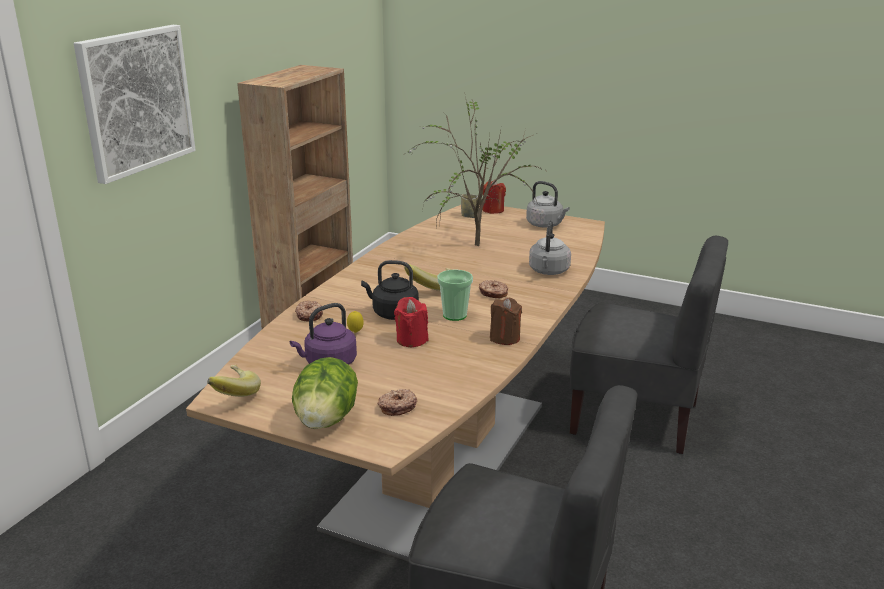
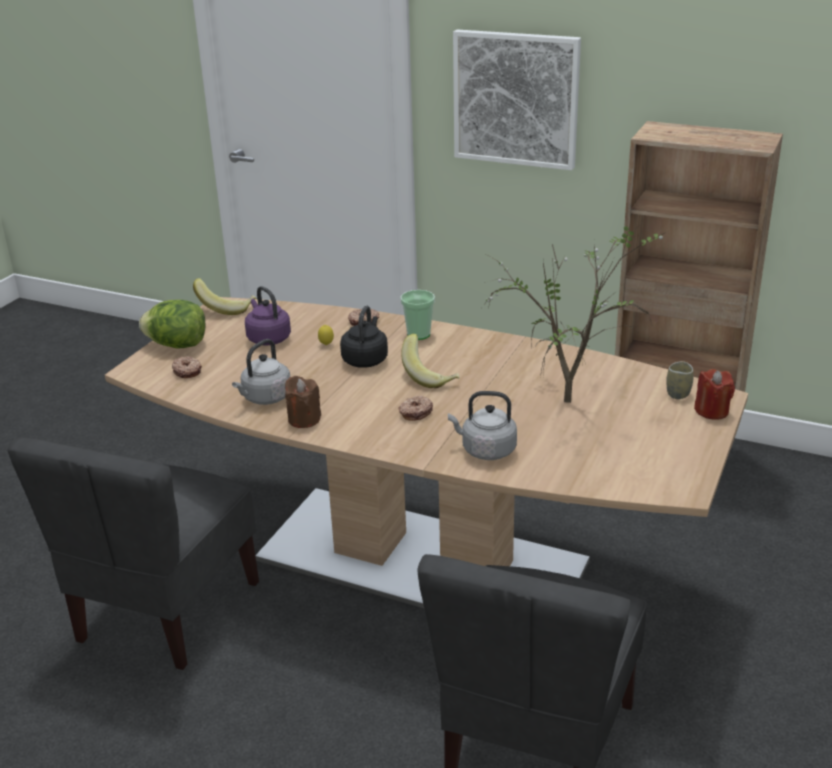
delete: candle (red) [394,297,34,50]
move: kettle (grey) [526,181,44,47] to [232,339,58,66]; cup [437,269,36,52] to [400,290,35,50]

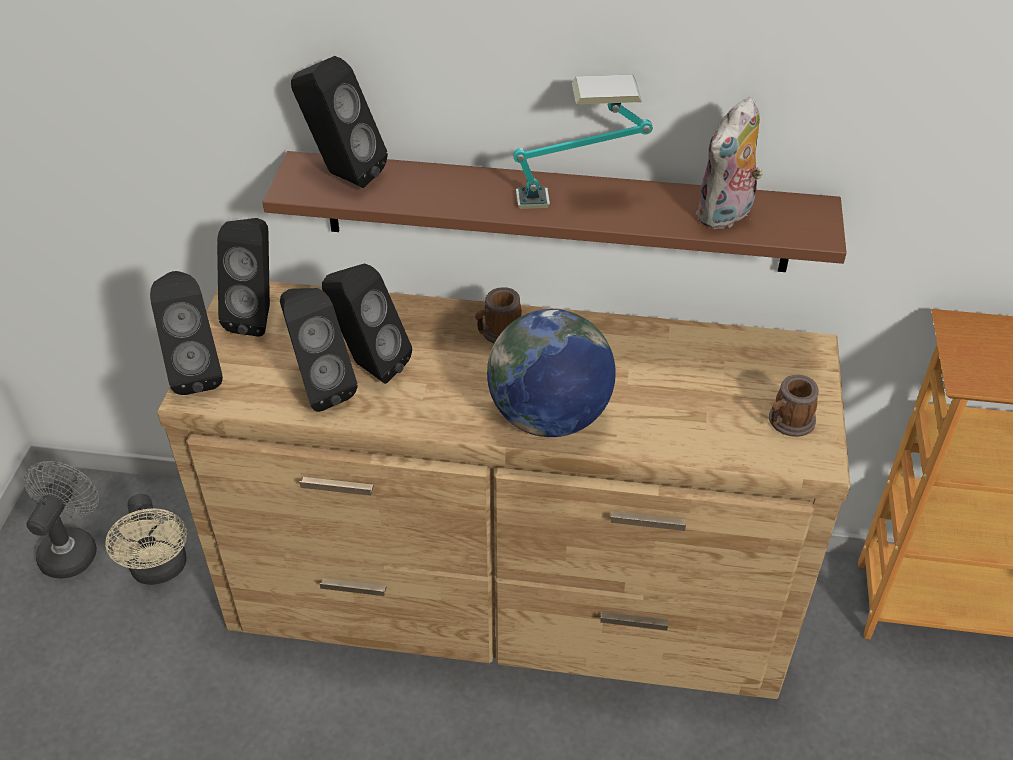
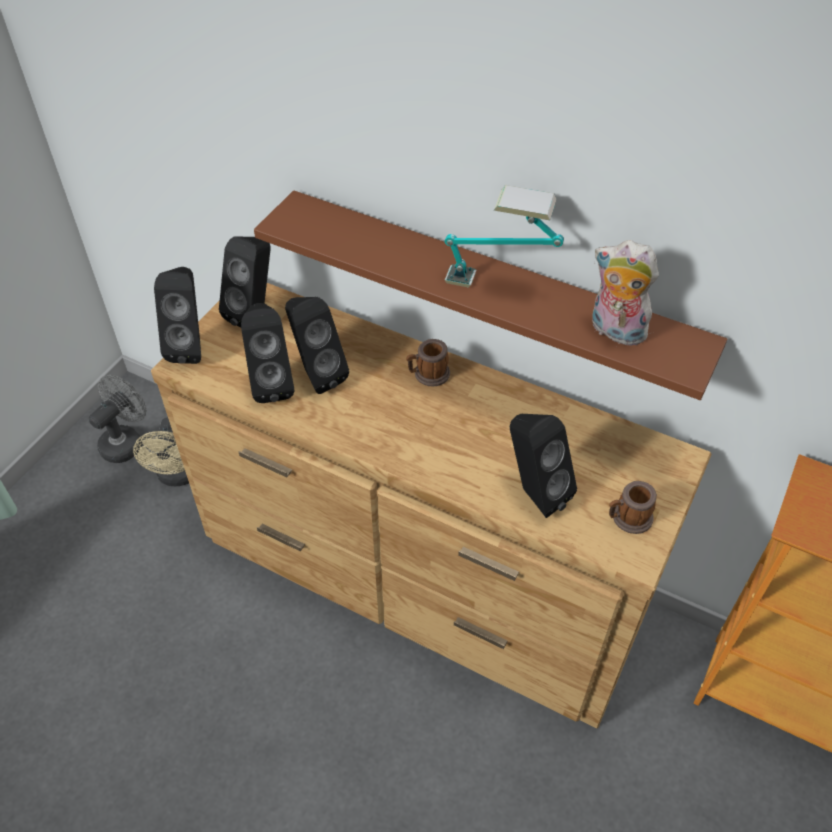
delete: globe [487,309,129,128]
move: speaker (black) [291,56,97,132] to [510,414,67,104]
rotate: plush toy [696,97,67,132] = [592,240,67,107] 60 degrees clockwise

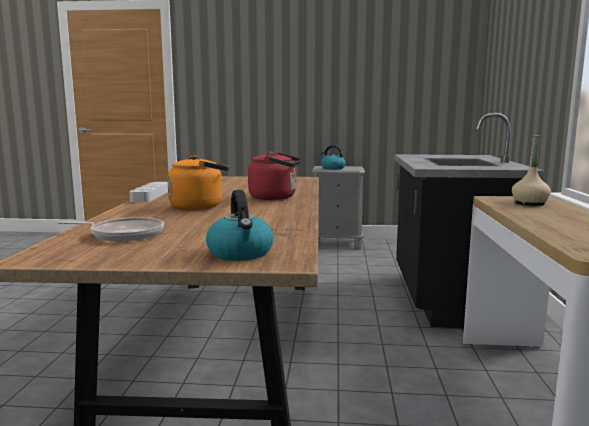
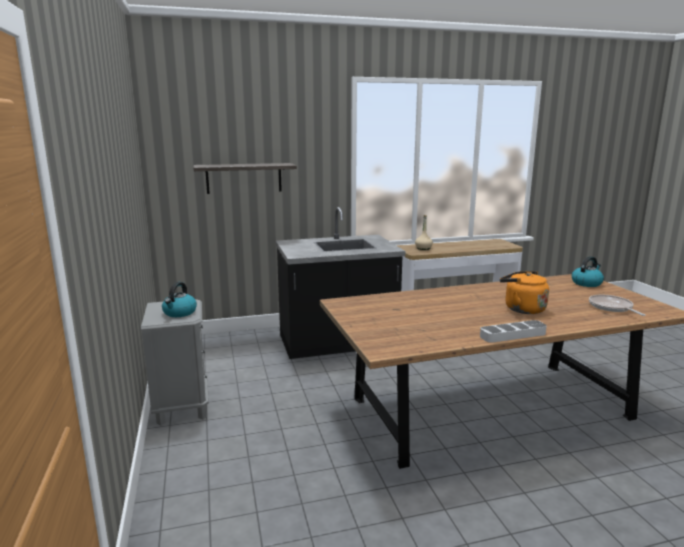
delete: kettle (red) [248,151,54,49]
insert: shelf [194,163,103,31]

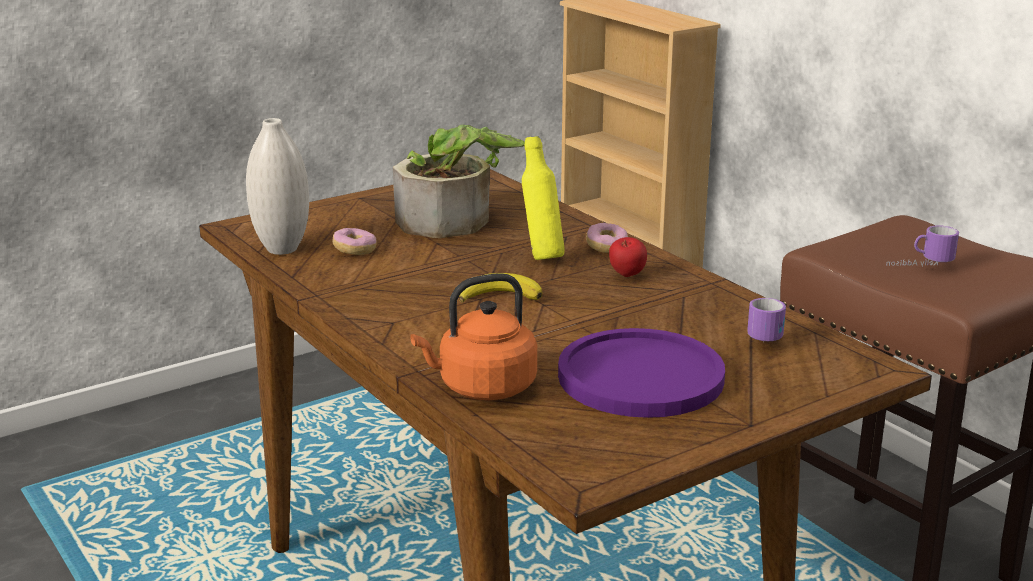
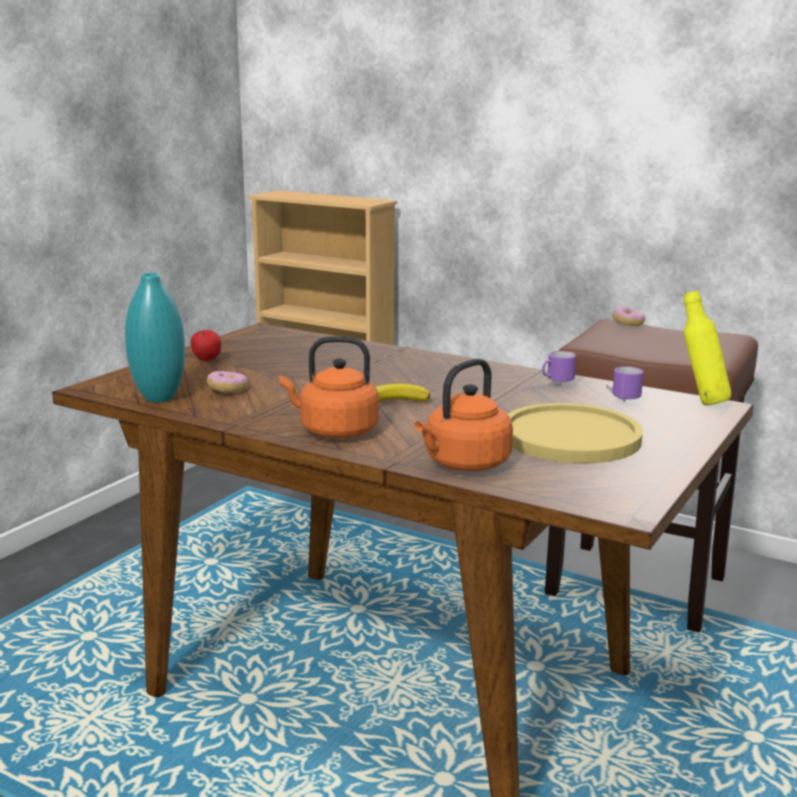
delete: potted plant [393,125,132,113]
insert: kettle (orange) [279,336,100,102]
move: bottle (yellow) [522,136,43,124] to [684,290,47,115]; donut [586,223,42,30] to [613,307,32,19]; mug [886,225,73,42] to [522,351,54,41]; apple [609,237,38,40] to [190,330,32,32]
recolor: vase (white) [246,118,63,137] to vase (turquoise) [125,273,60,130]; plate (purple) [558,328,167,90] to plate (yellow) [508,403,135,60]

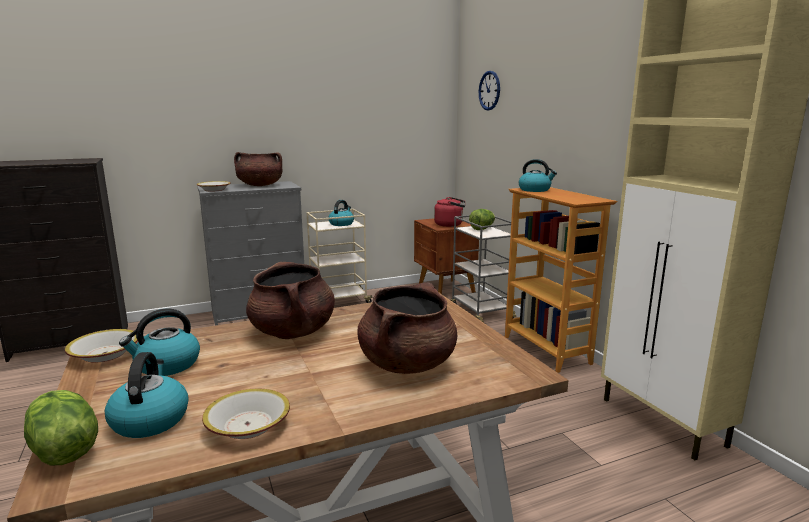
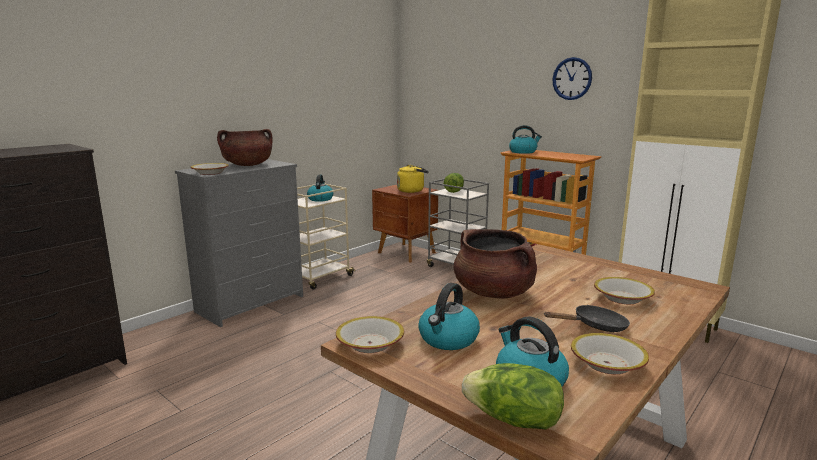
insert: frying pan (black) [544,305,86,27]
move: wall clock [479,71,21,40] to [552,57,40,43]
replace: cooking pot (brown) [357,282,100,92] to bowl [594,277,61,27]
recolor: kettle (red) [434,197,31,30] to kettle (yellow) [397,165,32,28]

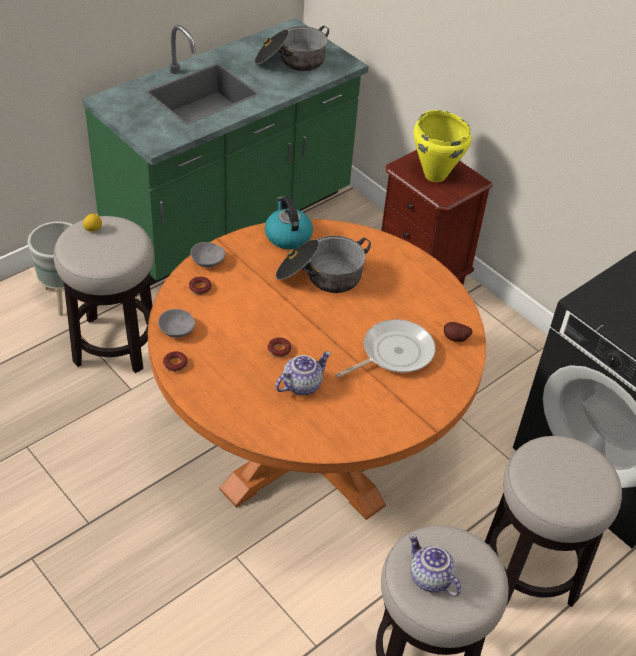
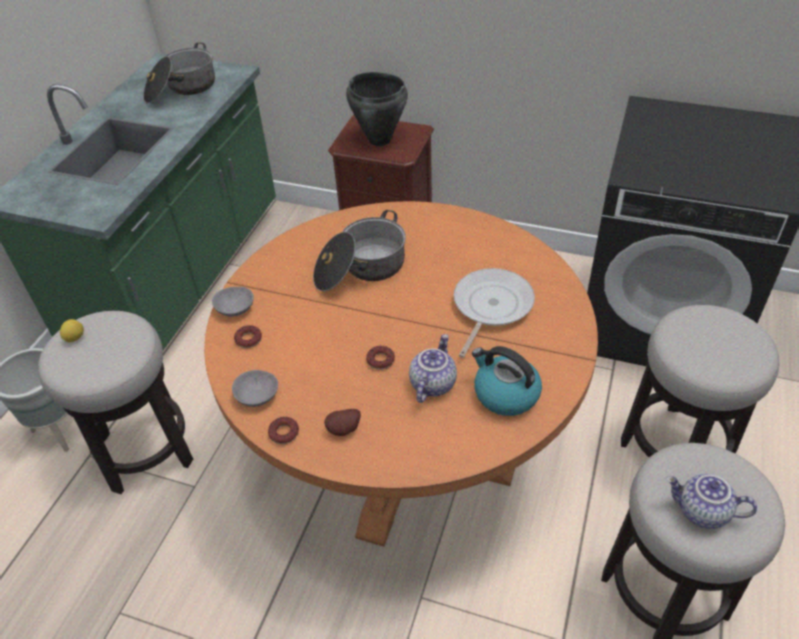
move: kettle [265,196,48,53] to [472,346,70,70]; potato [444,322,29,20] to [324,409,37,27]
recolor: cooking pot (yellow) [414,110,58,72] to cooking pot (black) [346,72,62,74]

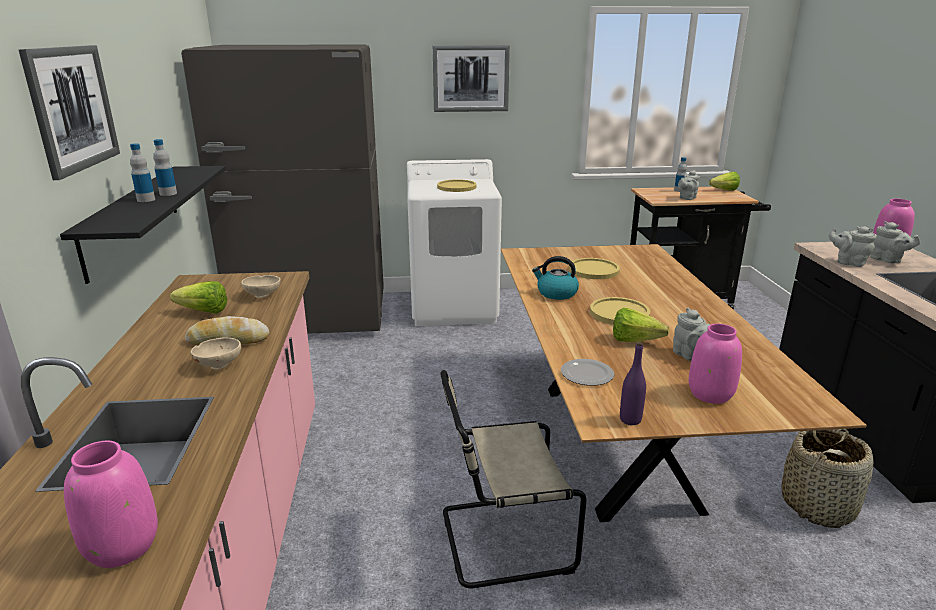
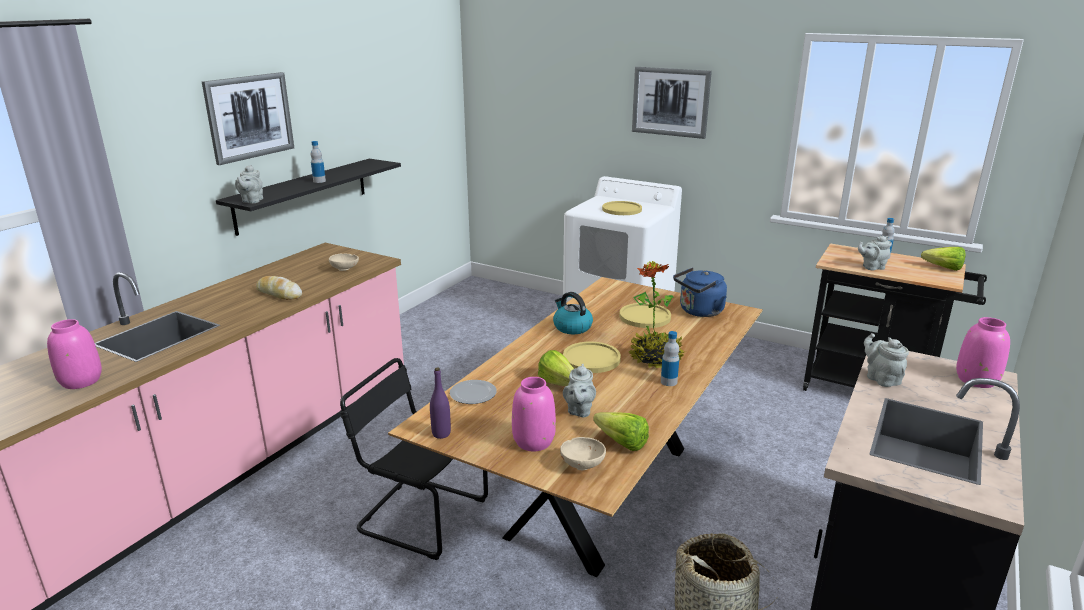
delete: fridge (grey) [181,45,203,289]
insert: potted plant [629,261,58,107]; kettle (blue) [673,267,54,50]
move: bottle [130,143,25,59] to [661,331,18,55]; teapot (grey) [871,221,50,42] to [235,165,28,38]; lettuce [170,281,57,33] to [593,412,56,39]; bowl (beige) [191,337,50,33] to [560,437,46,33]
recolor: chair (beige) [440,370,147,218] to chair (black) [340,358,148,202]

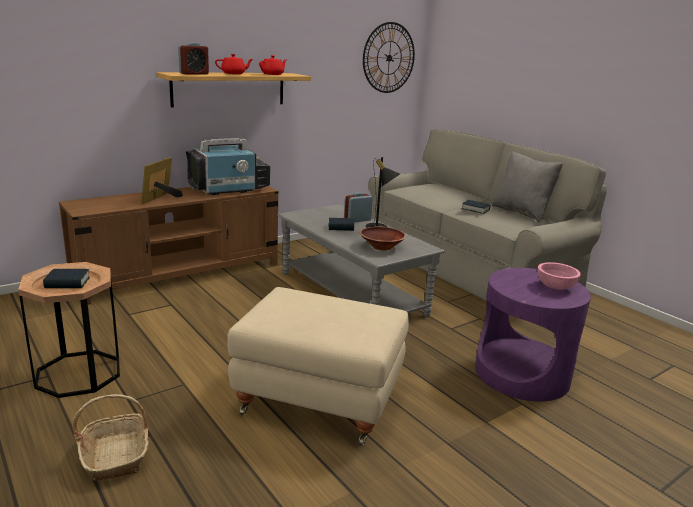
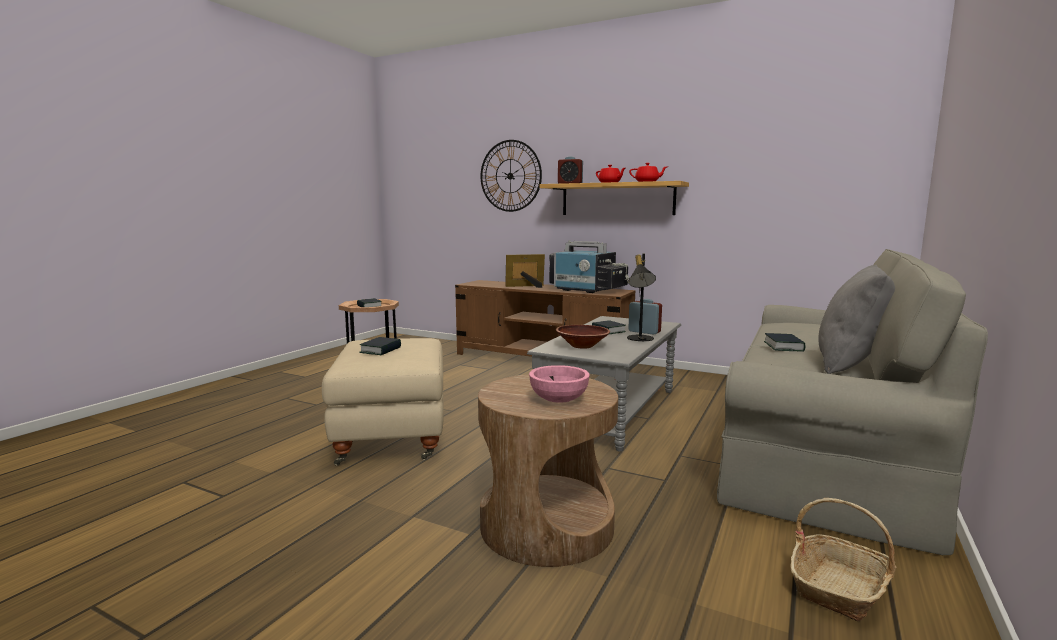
insert: book [359,337,42,18]
move: wall clock [363,22,52,71] to [480,140,62,72]; basket [72,394,77,87] to [791,498,105,123]
recolor: side table (purple) [475,268,116,134] to side table (brown) [478,374,140,193]

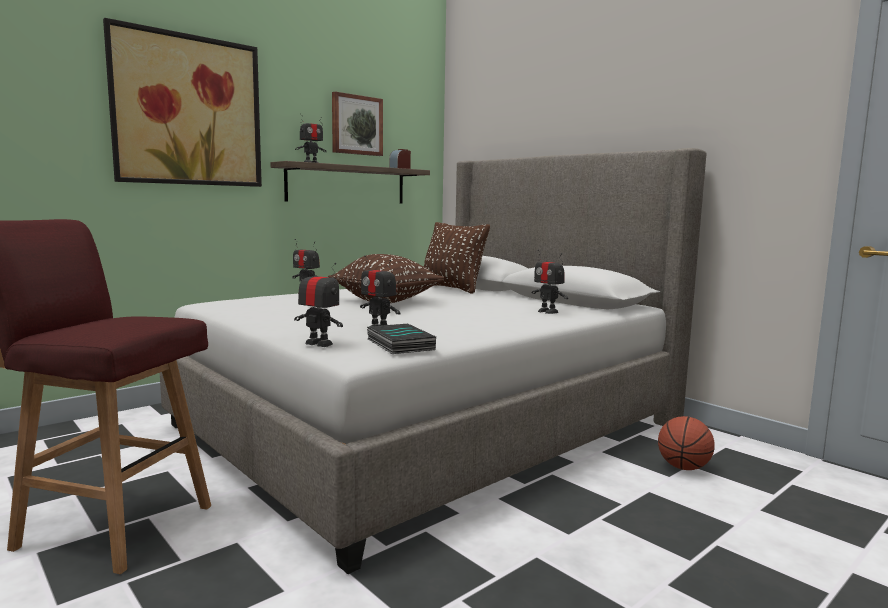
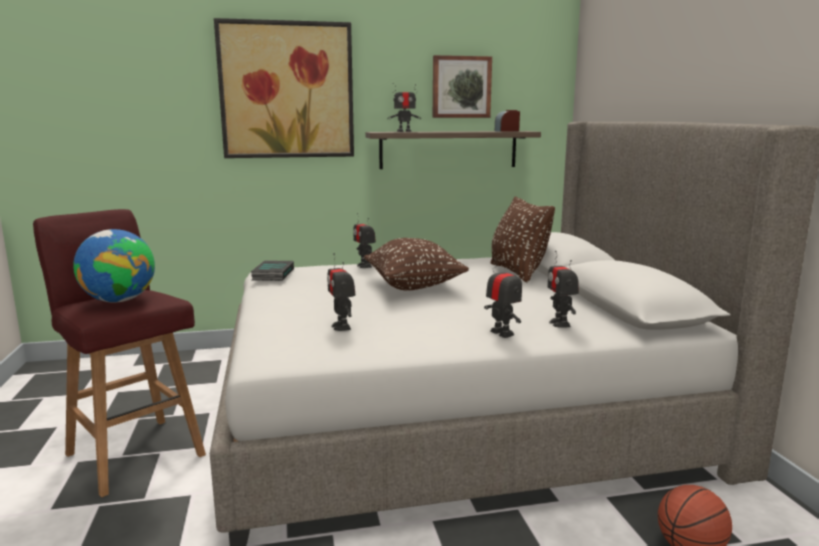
insert: globe [73,229,82,74]
move: toy robot [294,262,49,85] to [484,259,38,79]; book [367,324,69,30] to [251,260,43,21]

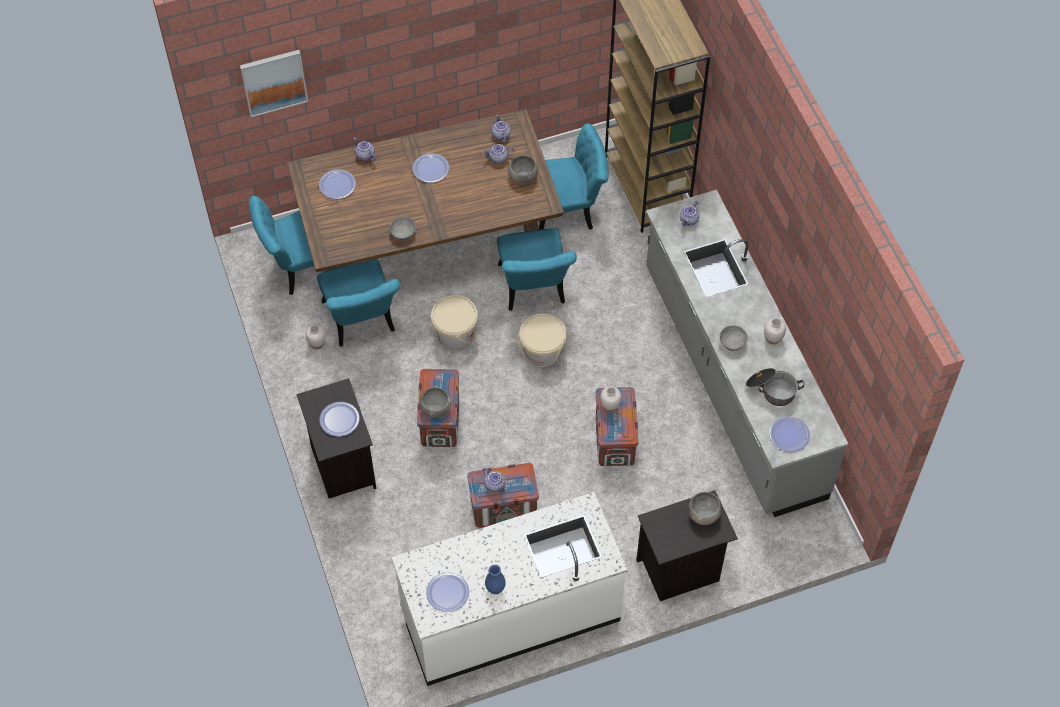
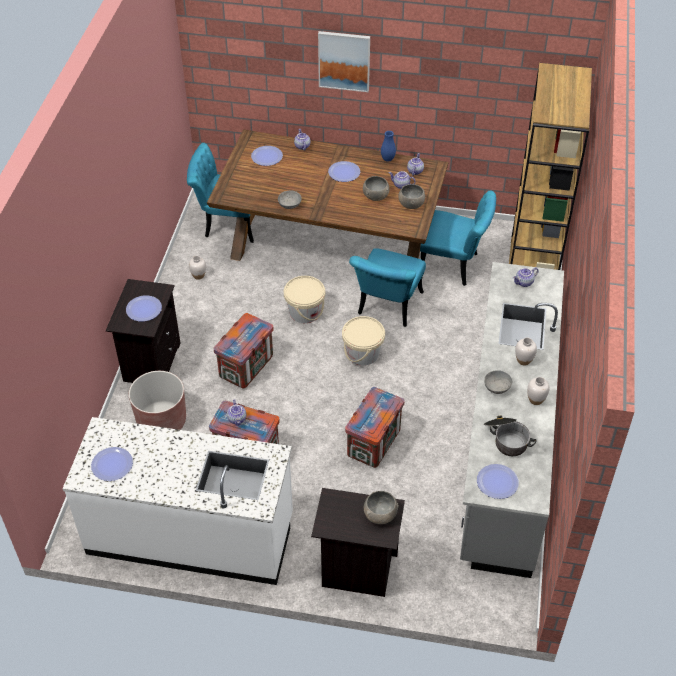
delete: chair (turquoise) [317,259,83,88]
insert: planter (brown) [129,371,57,59]
move: picture [240,50,68,67] to [318,31,52,61]; vase (white) [600,386,22,26] to [515,338,22,28]; bowl (grey) [420,387,32,31] to [363,176,26,25]; vase (blue) [485,565,21,29] to [381,131,15,31]

